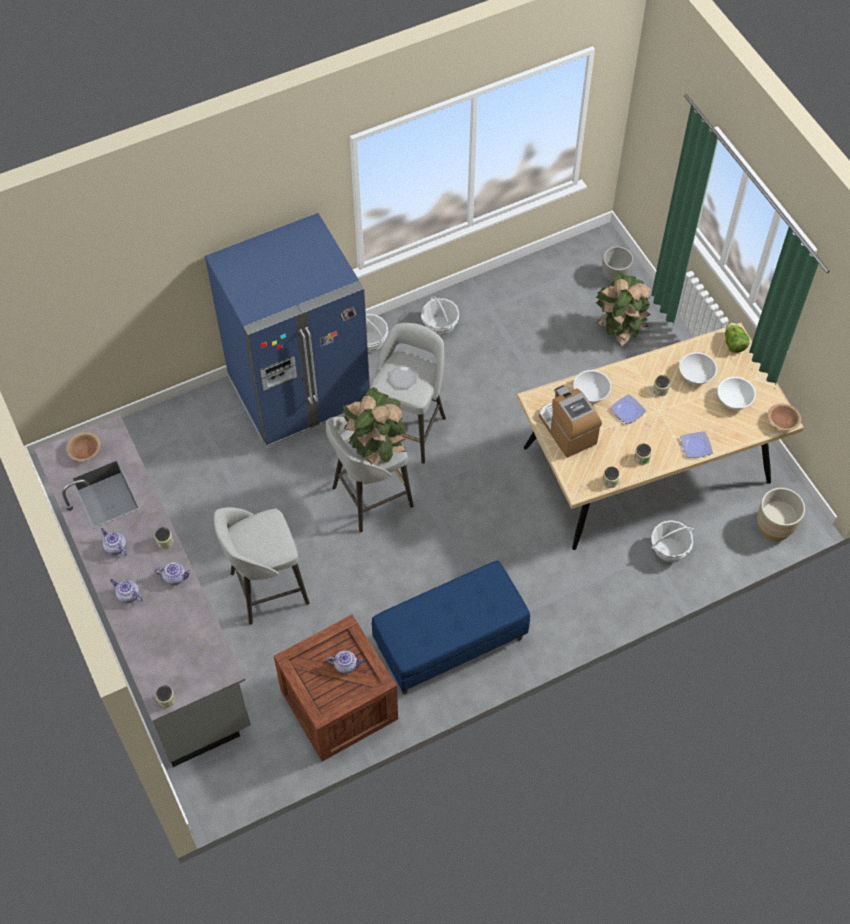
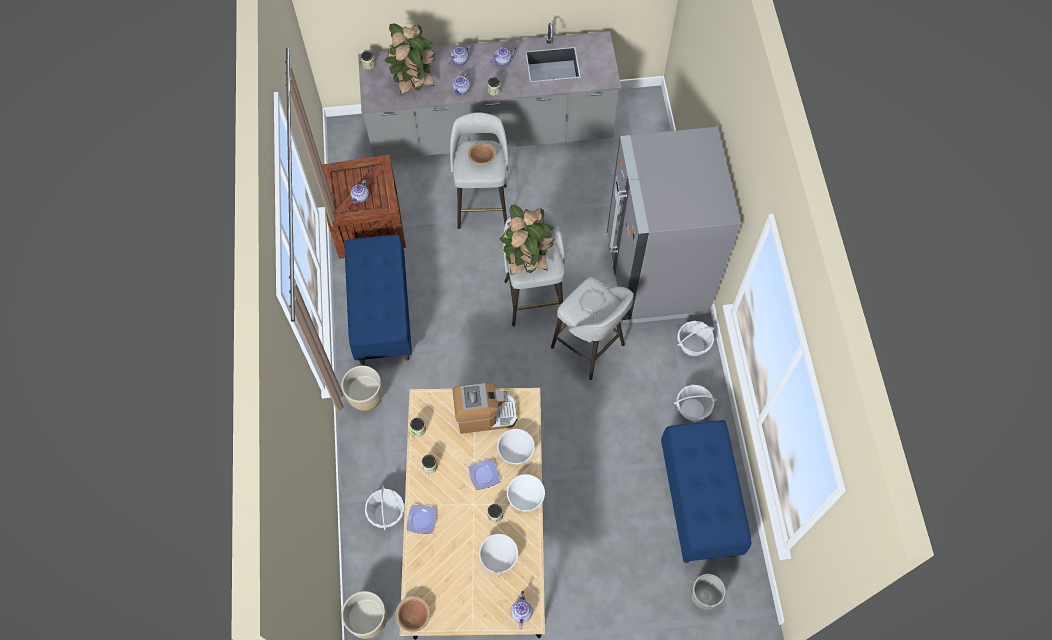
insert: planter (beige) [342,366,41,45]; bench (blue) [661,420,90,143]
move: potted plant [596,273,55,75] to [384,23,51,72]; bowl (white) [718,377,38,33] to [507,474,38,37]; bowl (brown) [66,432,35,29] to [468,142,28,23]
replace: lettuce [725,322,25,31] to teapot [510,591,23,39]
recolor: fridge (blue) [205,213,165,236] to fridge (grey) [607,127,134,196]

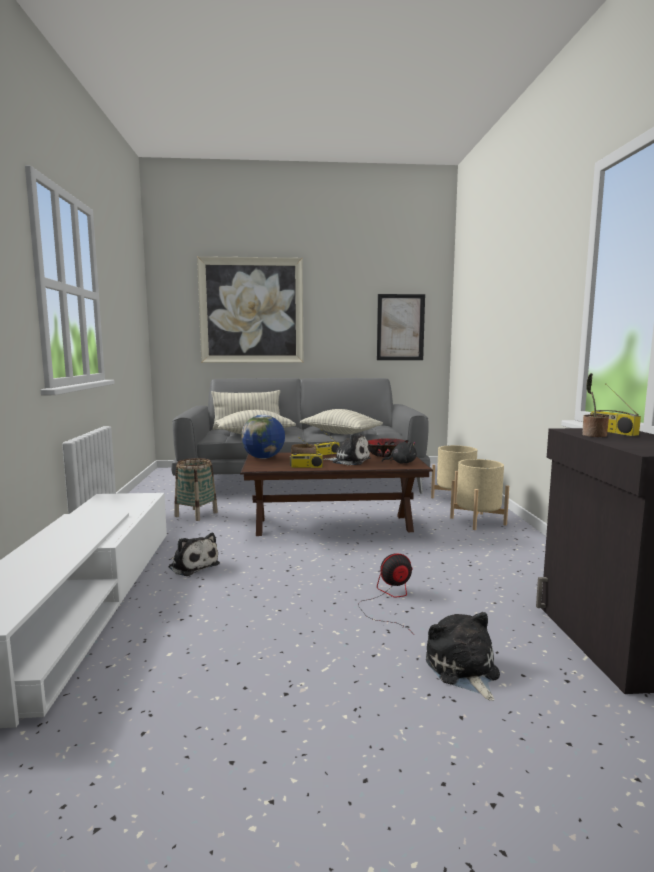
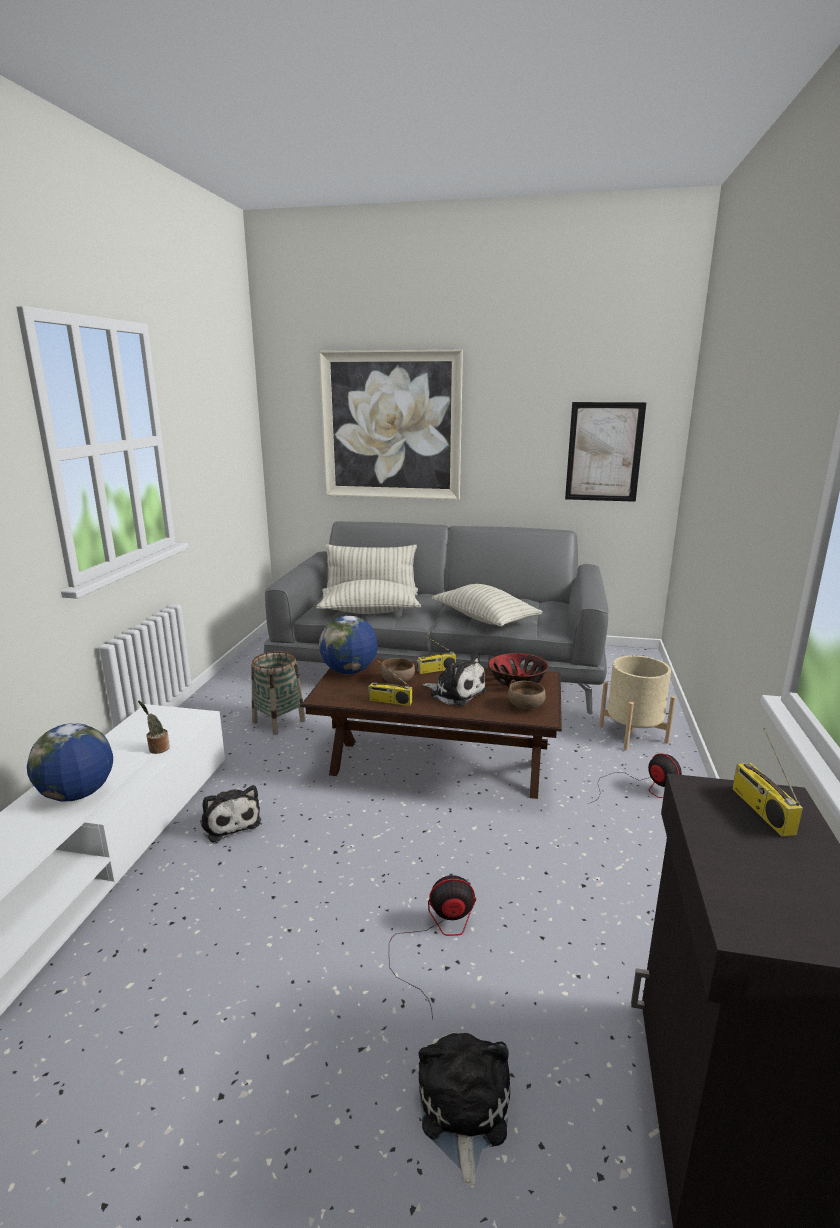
insert: globe [27,723,86,79]
move: potted plant [582,373,27,64] to [138,701,32,53]
replace: plush toy (black) [382,440,35,24] to bowl (brown) [508,681,38,29]; planter (beige) [450,459,59,71] to fan [588,753,94,51]

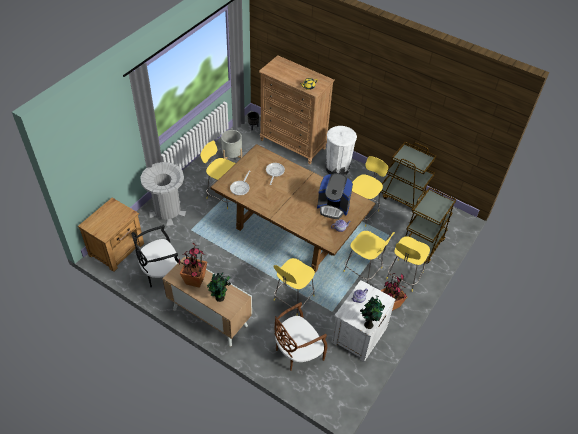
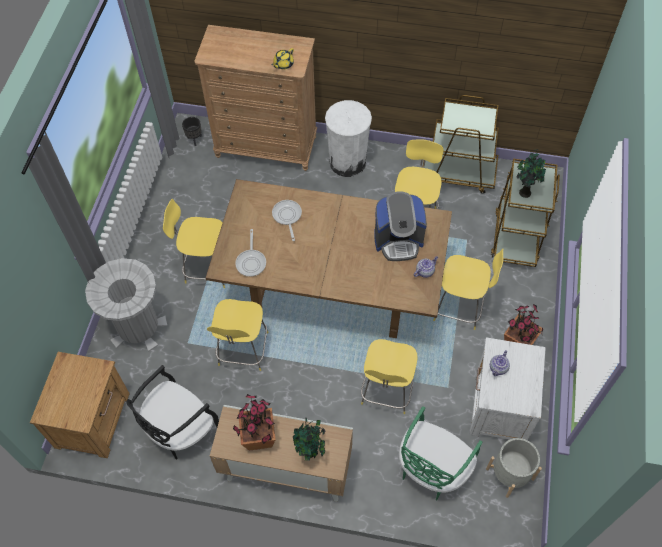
move: planter (grey) [221,130,21,29] to [486,438,56,60]; stool (yellow) [386,236,44,56] to [207,299,62,72]; potted plant [360,296,25,33] to [516,149,30,49]
recolor: chair (brown) [275,302,53,69] to chair (green) [399,406,84,95]

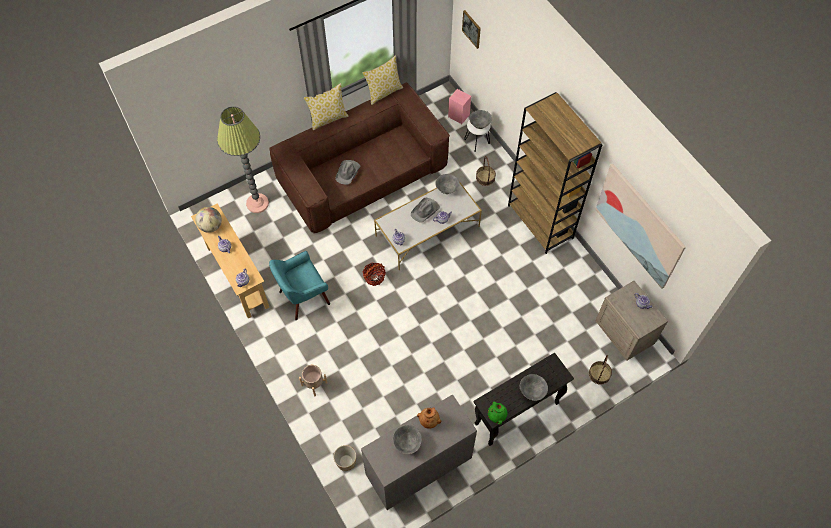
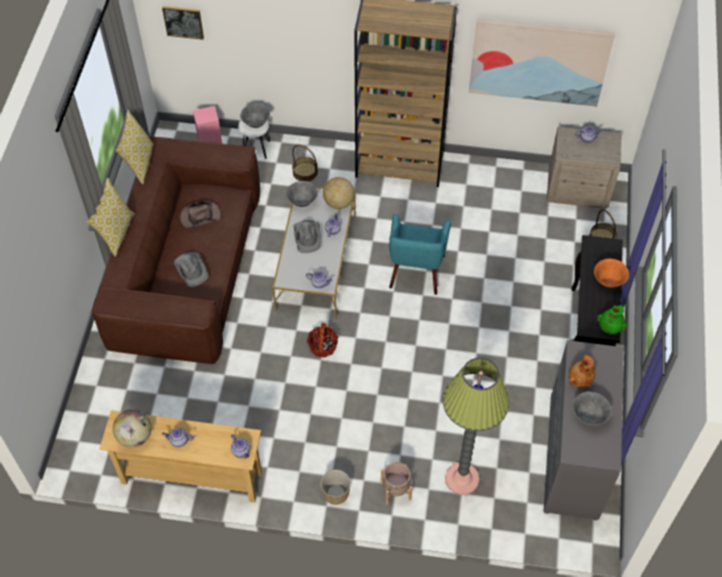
insert: globe [323,177,32,32]; hat (brown) [180,201,41,27]
move: floor lamp [217,106,52,107] to [443,358,66,137]; armchair (turquoise) [269,251,61,69] to [389,214,62,81]; planter [334,445,22,26] to [320,470,31,35]
recolor: bowl (grey) [520,374,28,27] to bowl (orange) [594,259,35,29]

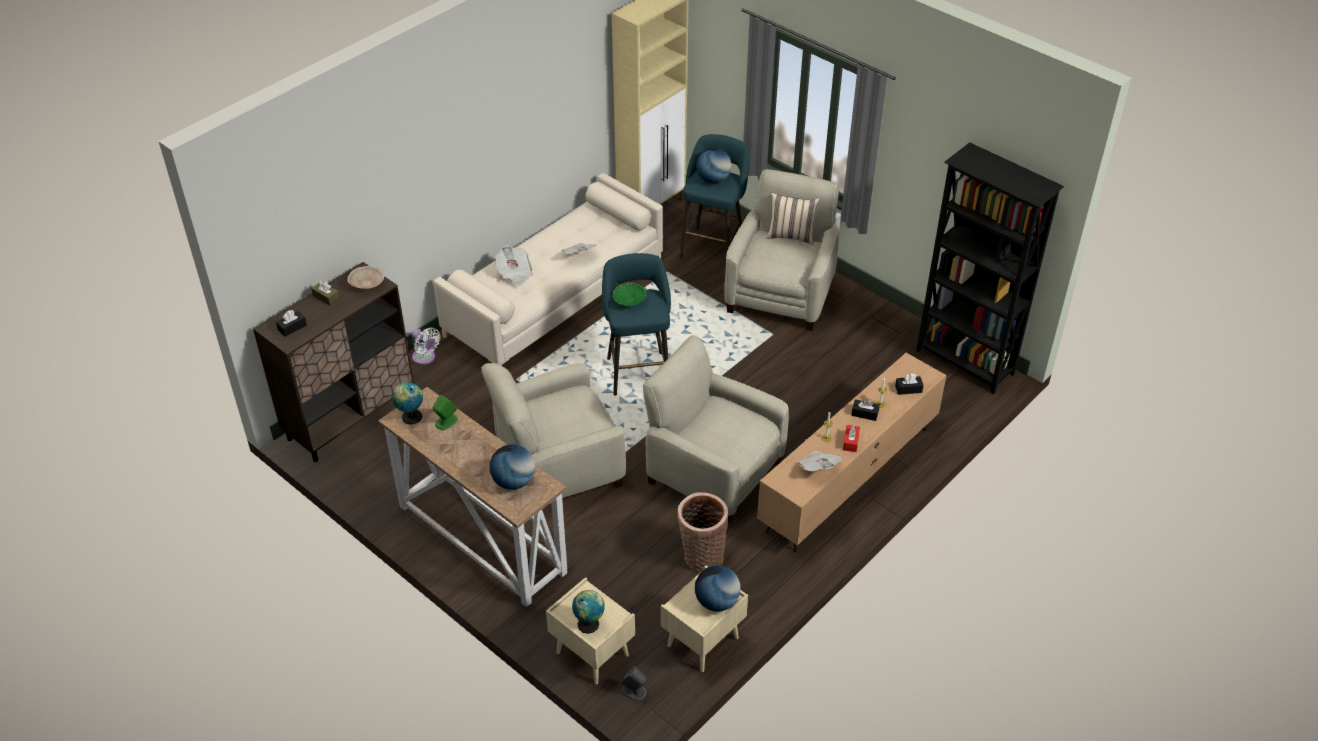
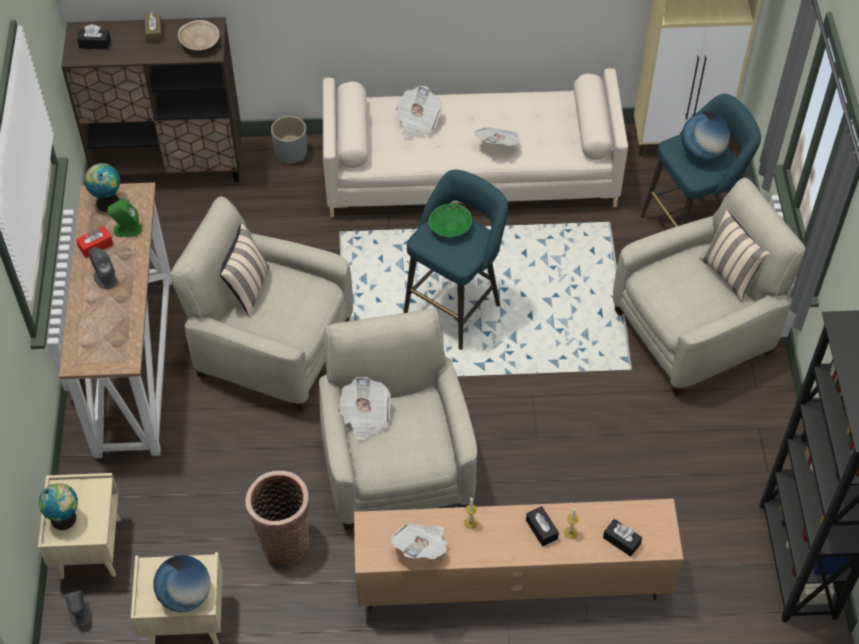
delete: globe [490,444,45,46]
insert: pillow (beige) [220,224,50,93]; speaker (grey) [89,247,29,43]; newspaper [338,377,53,64]
move: tissue box (red) [843,425,17,27] to [76,226,37,32]
replace: fan (white) [412,327,28,38] to planter (grey) [271,116,36,47]

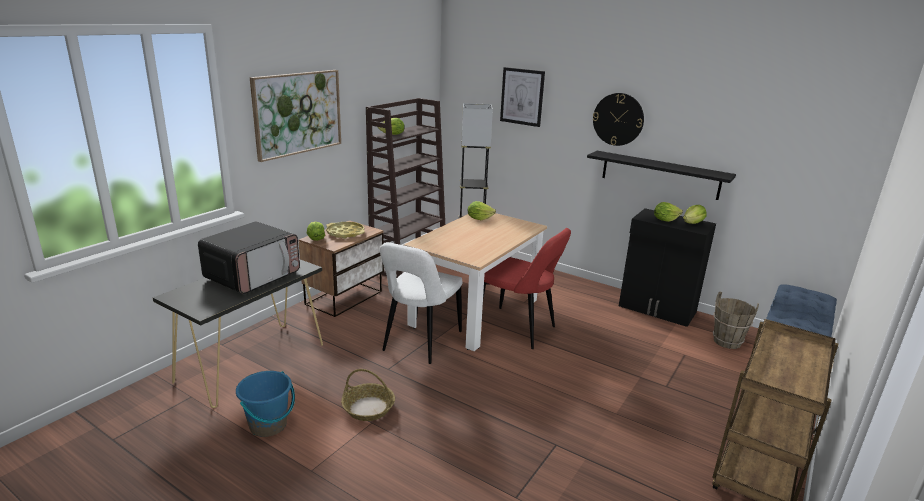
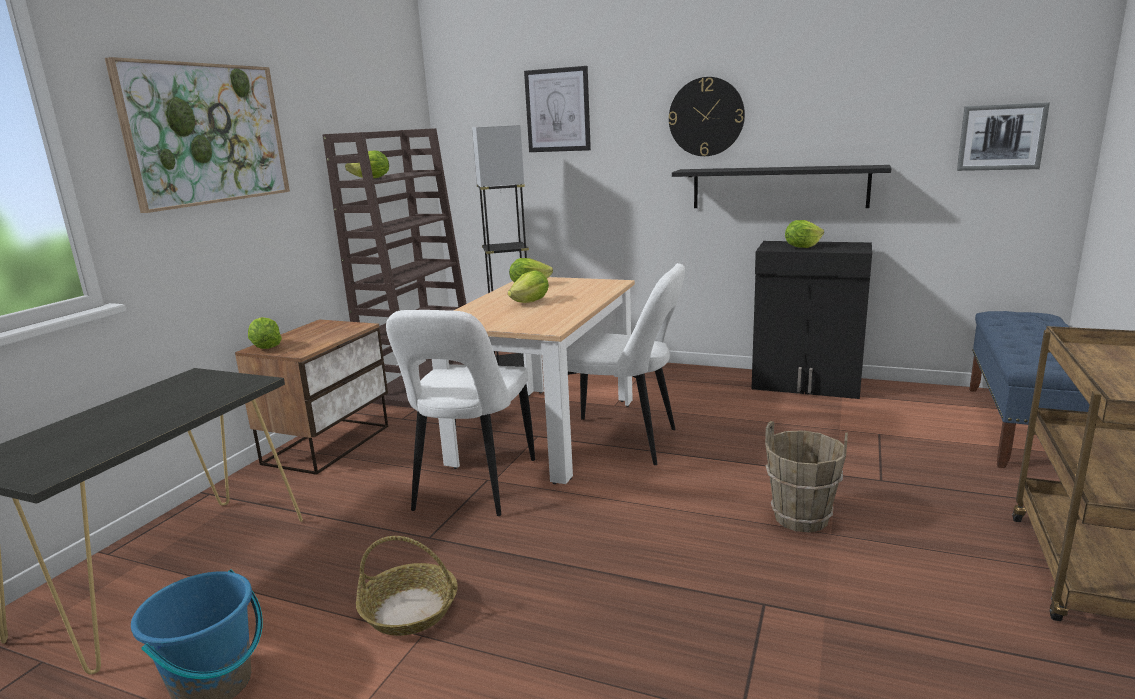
delete: microwave [198,221,102,73]; tray (yellow) [326,222,39,17]
insert: picture [957,102,93,69]
move: lettuce [683,205,24,19] to [508,270,41,33]; bucket (brown) [713,292,46,57] to [765,421,83,111]
recolor: chair (red) [483,228,88,121] to chair (white) [566,263,119,202]

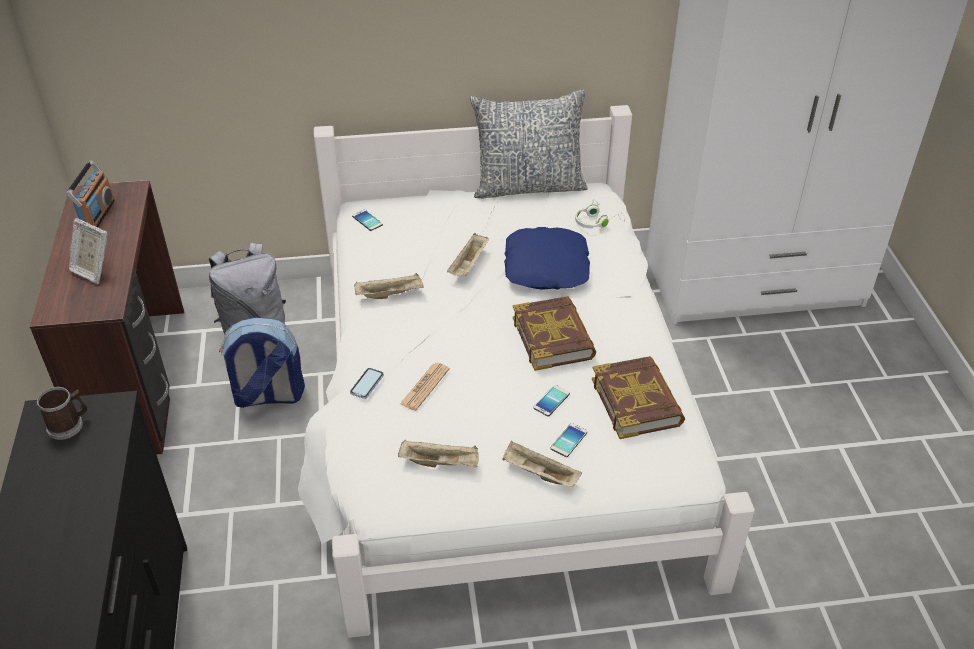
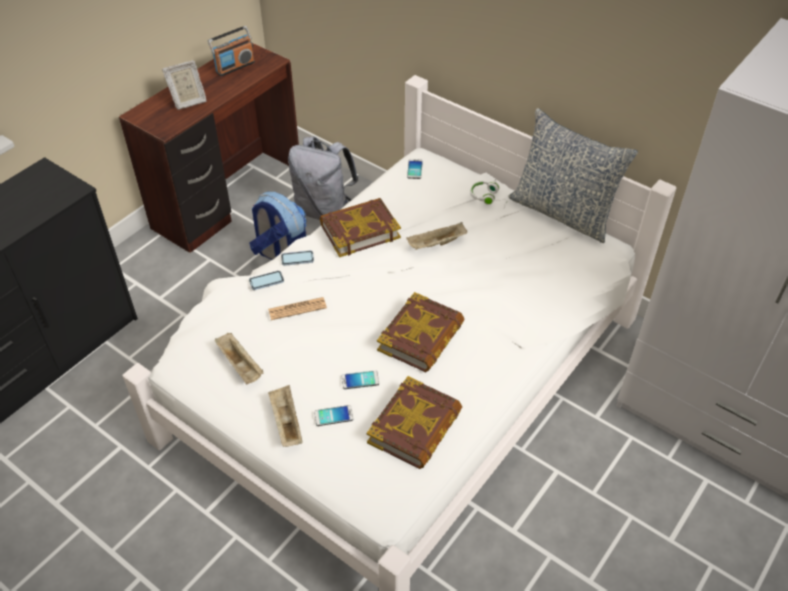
delete: pillow (blue) [504,227,86,63]; mug [37,387,51,53]
insert: phone [281,251,33,15]
move: headphones (white) [575,199,50,30] to [470,178,38,30]
replace: tray (beige) [354,273,70,26] to book [320,198,81,59]
rotate: picture frame [69,218,39,66] = [162,60,45,50] 105 degrees counterclockwise

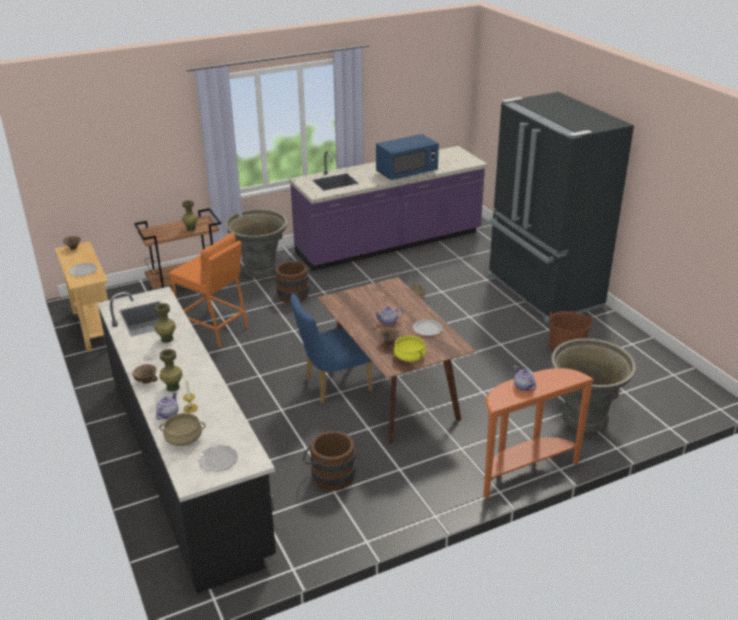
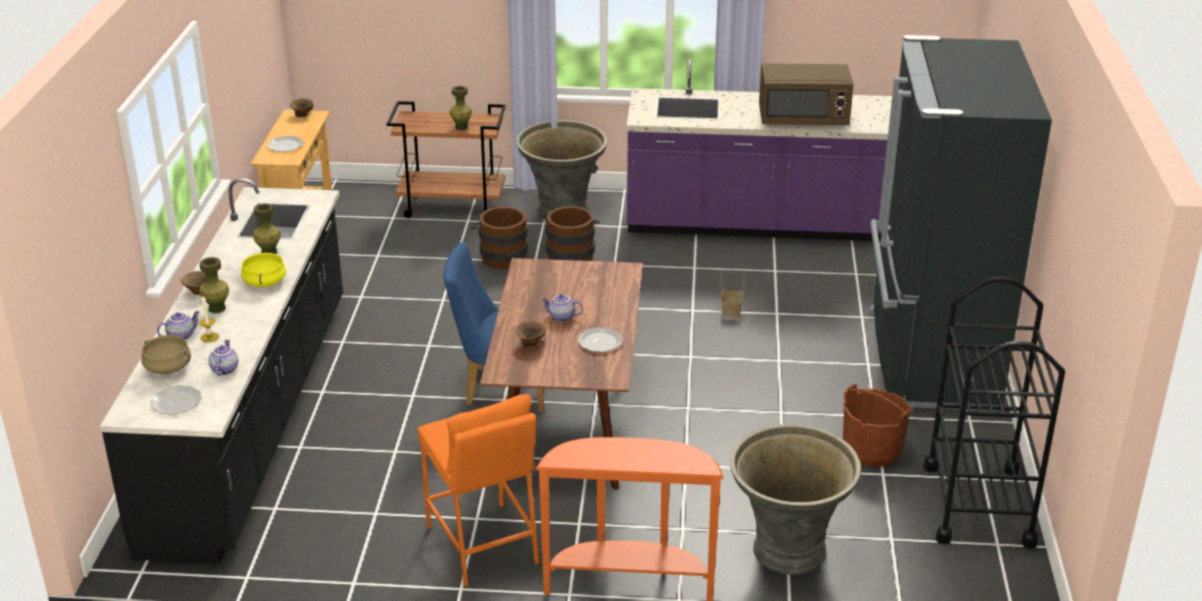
insert: cart (black) [923,276,142,273]
move: stool (orange) [169,232,80,115] to [417,394,122,192]; cooking pot (yellow) [394,336,32,26] to [241,252,45,35]; teapot [514,366,22,25] to [208,339,30,37]; bucket (brown) [302,431,53,60] to [470,206,58,63]
recolor: microwave (blue) [376,134,63,46] to microwave (brown) [759,63,95,62]

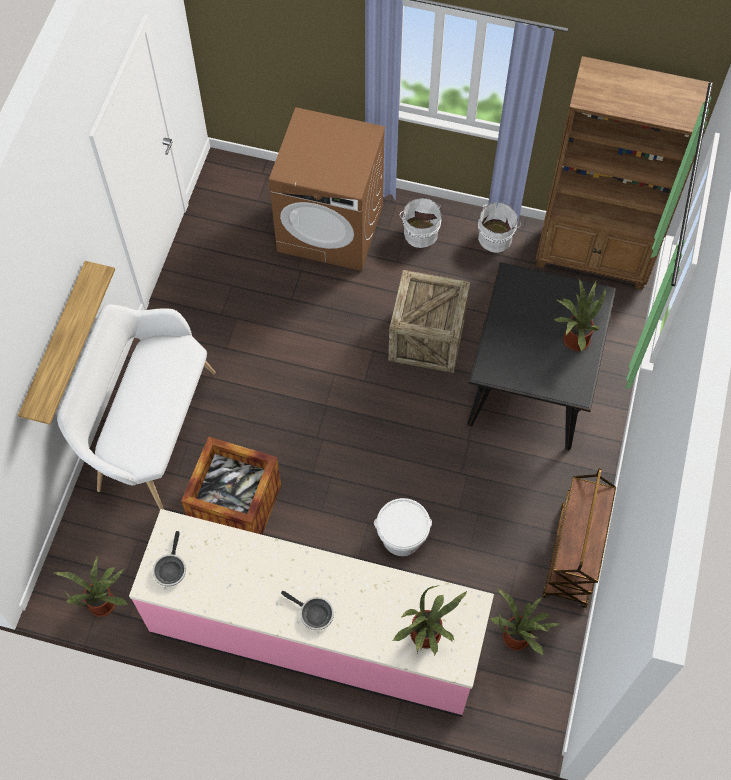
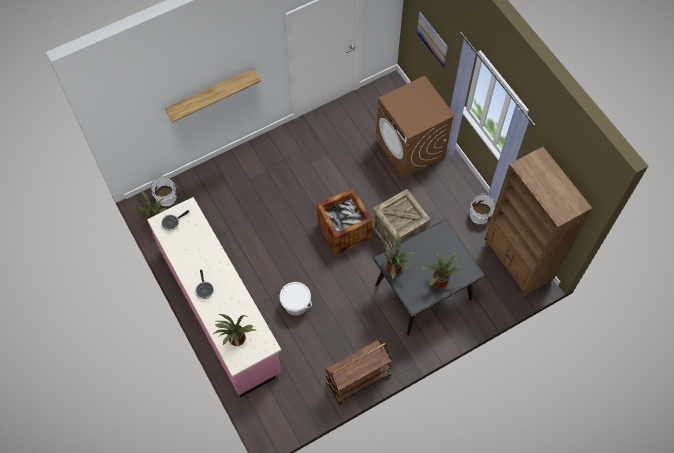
delete: bench (white) [57,304,159,206]
insert: picture [417,12,31,56]
move: bucket (white) [400,198,41,50] to [151,176,27,30]; crate [181,436,100,99] to [317,188,56,67]; potted plant [490,589,71,66] to [383,231,32,49]

